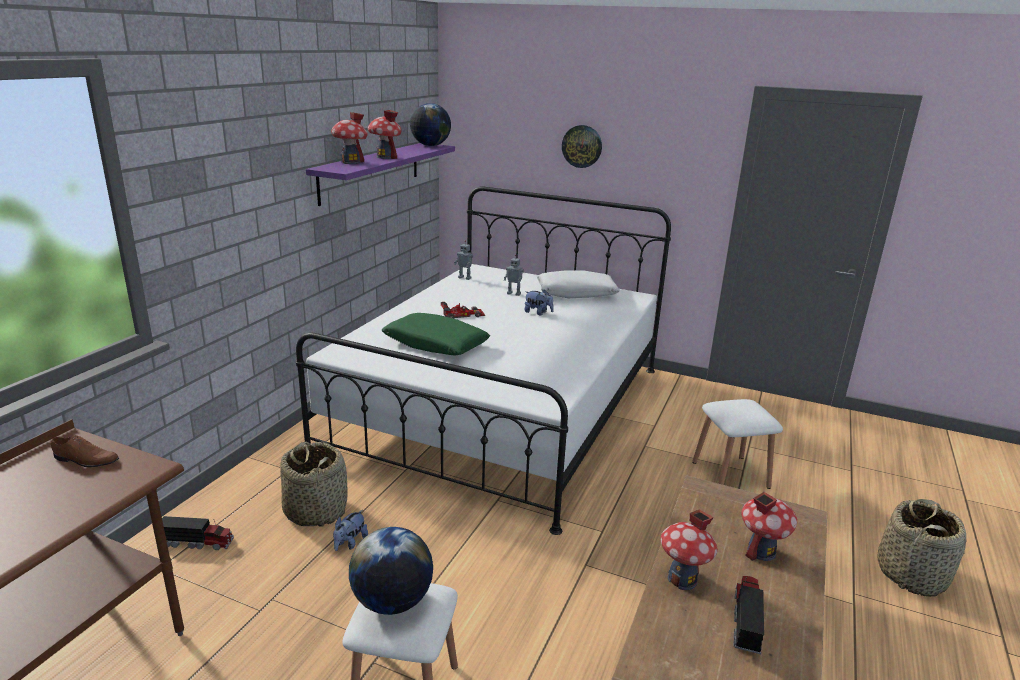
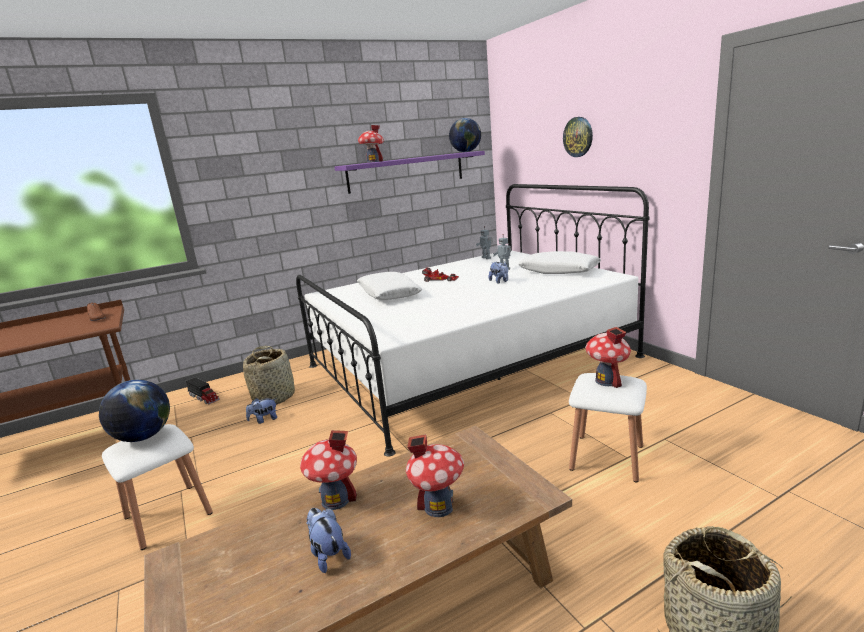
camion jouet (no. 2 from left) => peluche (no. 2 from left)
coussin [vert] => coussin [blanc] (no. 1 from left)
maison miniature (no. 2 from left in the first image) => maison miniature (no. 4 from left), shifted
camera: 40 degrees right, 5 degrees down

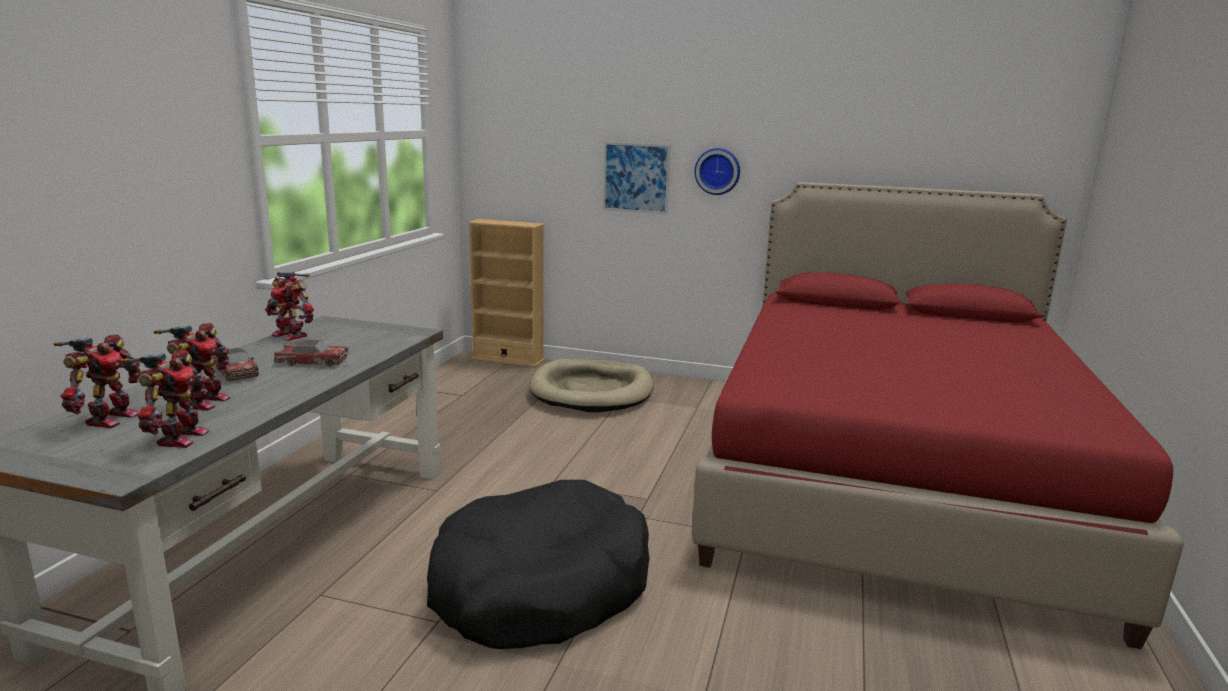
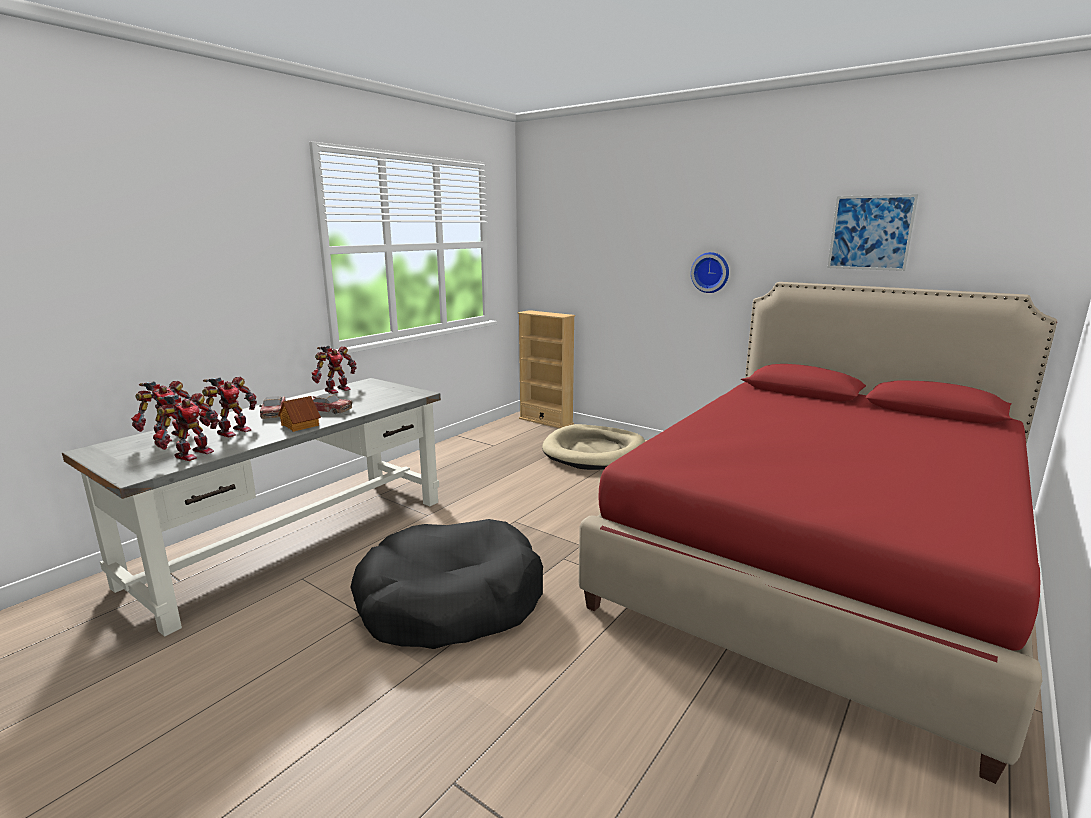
nothing => maison miniature
robot jouet (no. 4 from left), 105 degrees counterclockwise
tableau, shifted
camera: 20 degrees right, 0 degrees up

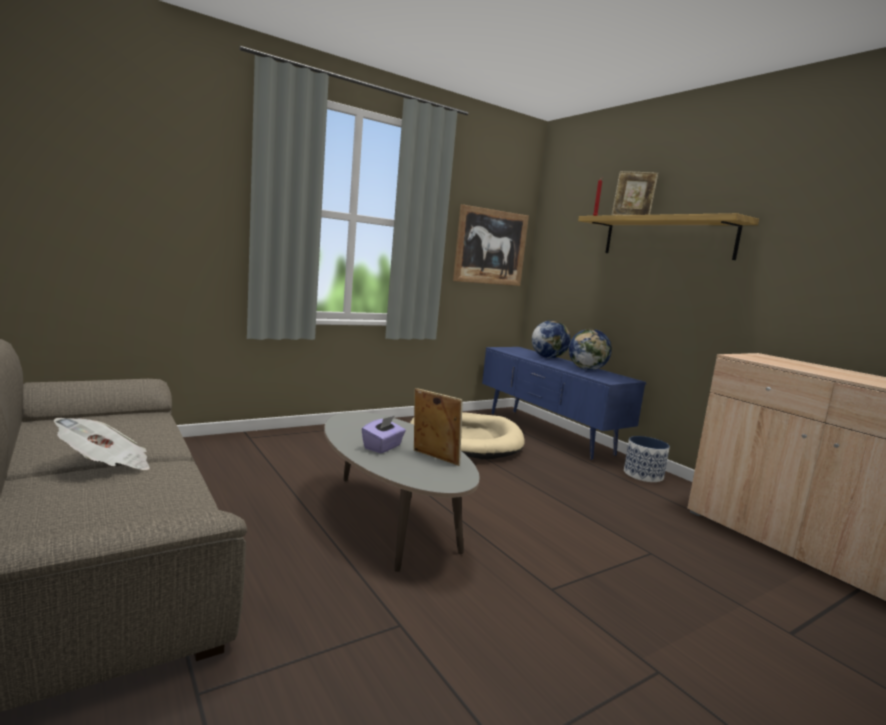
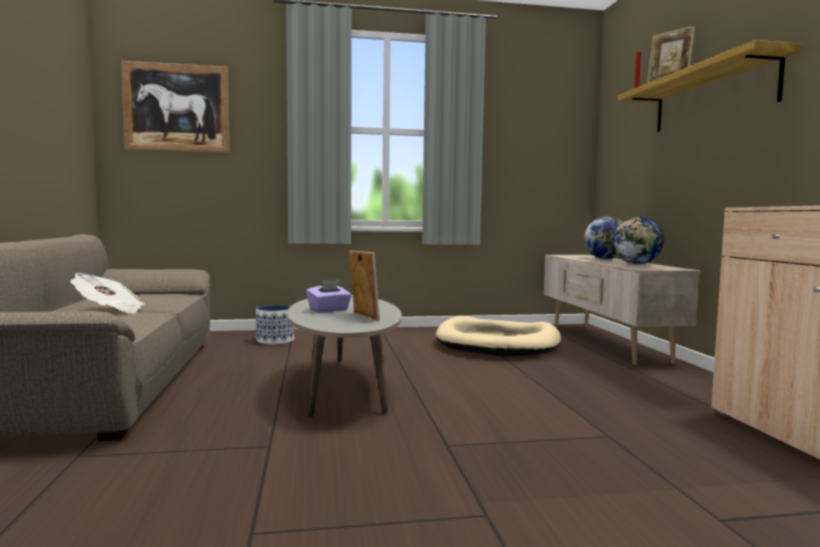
tableau, shifted
cache-pot, shifted
meuble télé [bleu] => meuble télé [beige]
camera: 25 degrees right, 5 degrees down

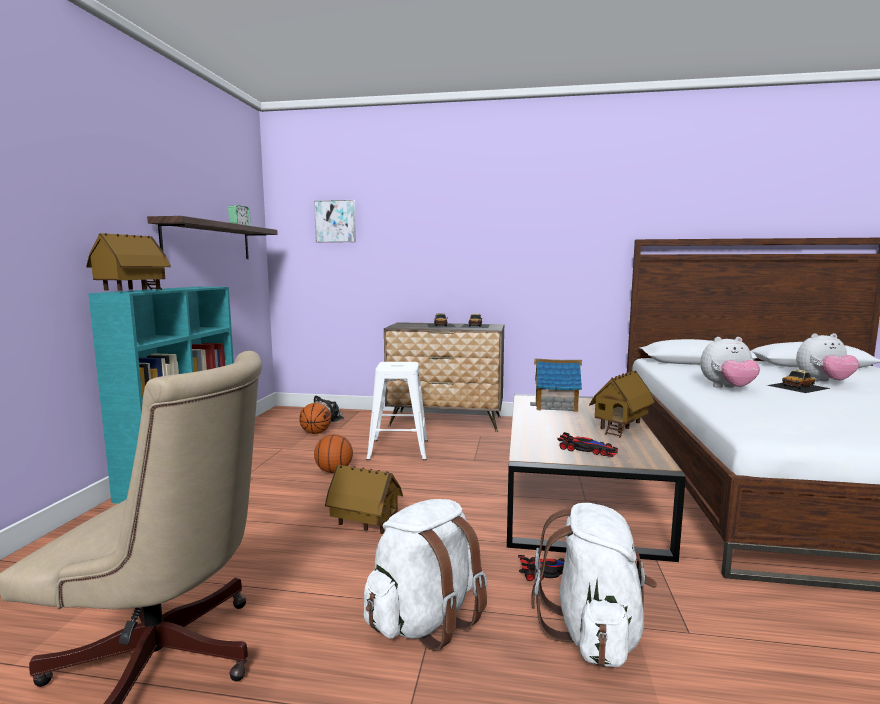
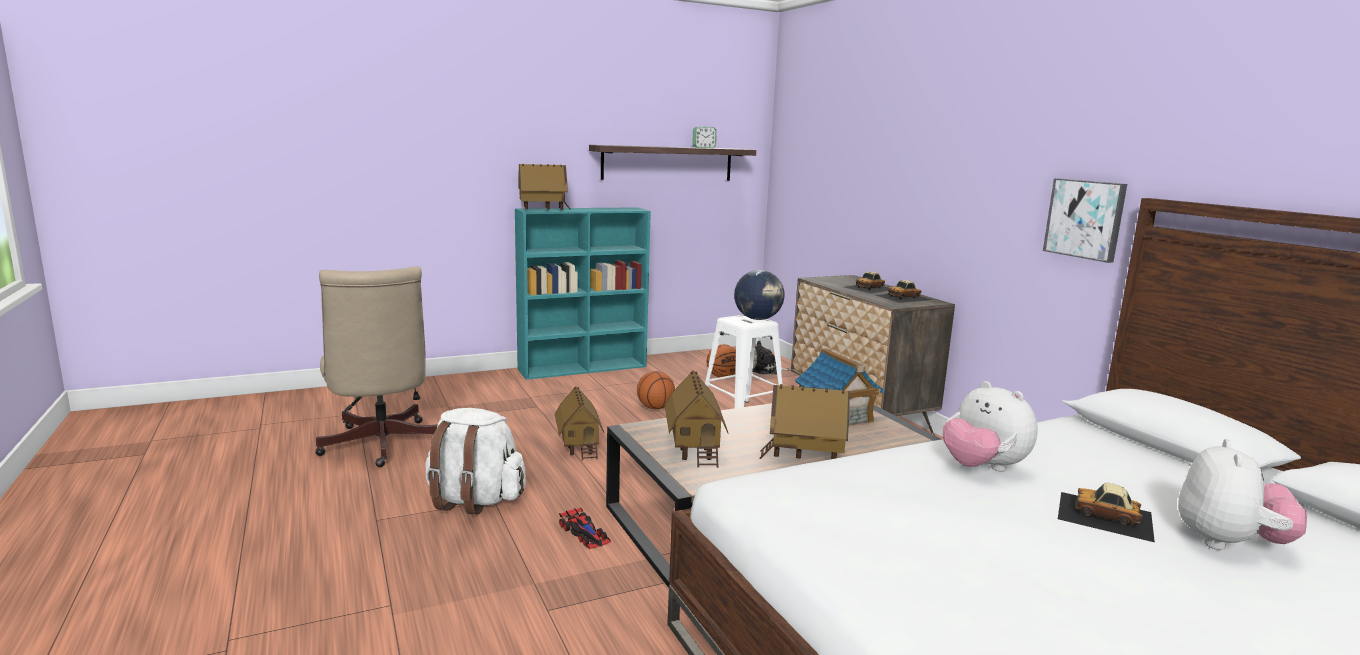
petite voiture (no. 4 from left) => maison miniature (no. 3 from left)
nothing => globe
tableau, shifted
peluche (no. 3 from left), 120 degrees counterclockwise
sac à dos [blanc] (no. 2 from left) => nothing
camera: 55 degrees right, 5 degrees up

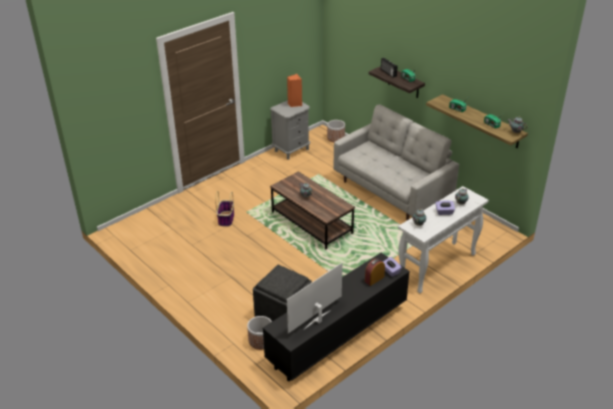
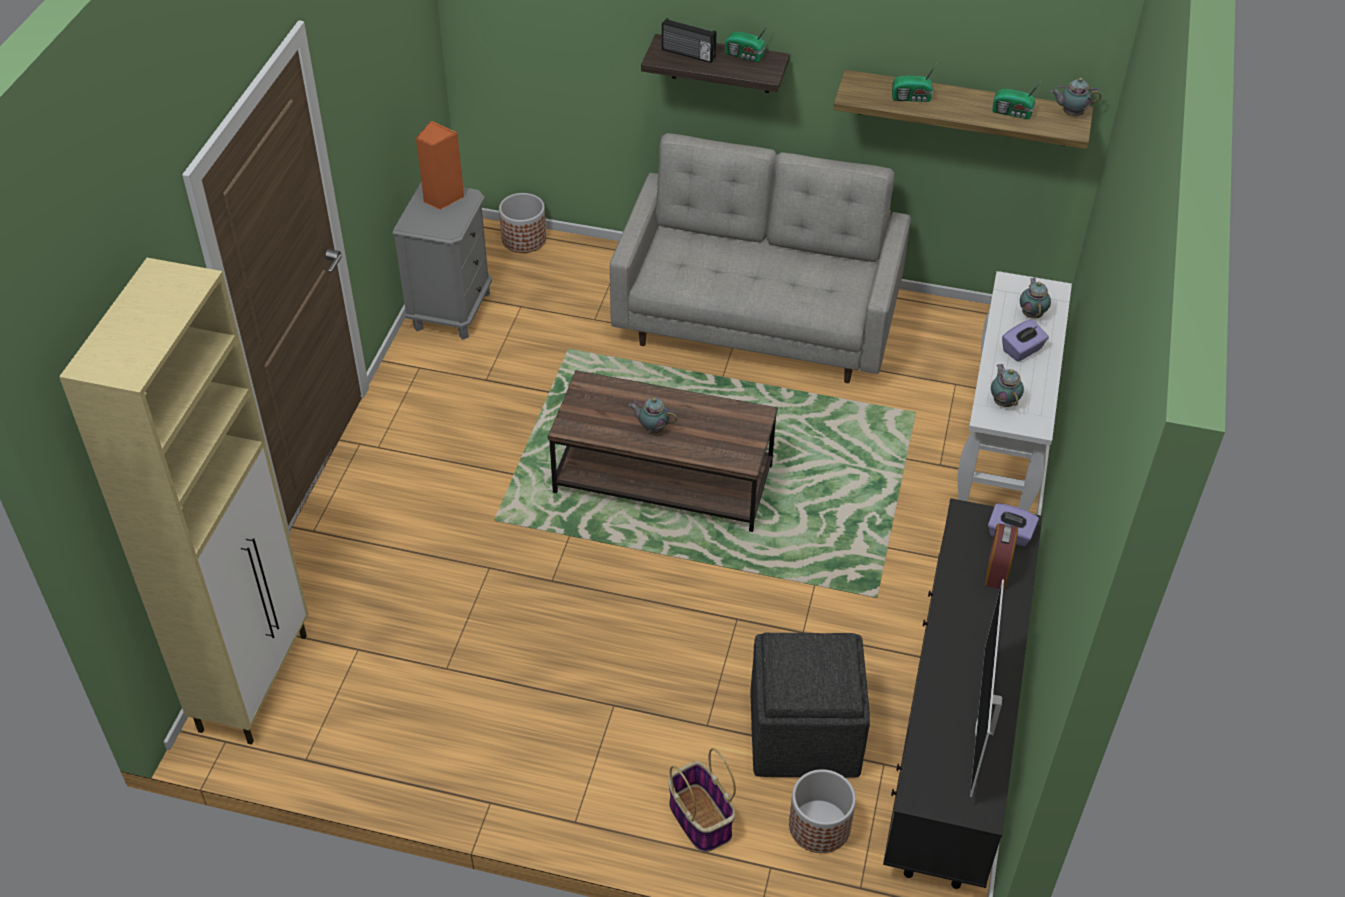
nothing => meuble de rangement [beige]
panier, shifted
camera: 35 degrees left, 10 degrees up

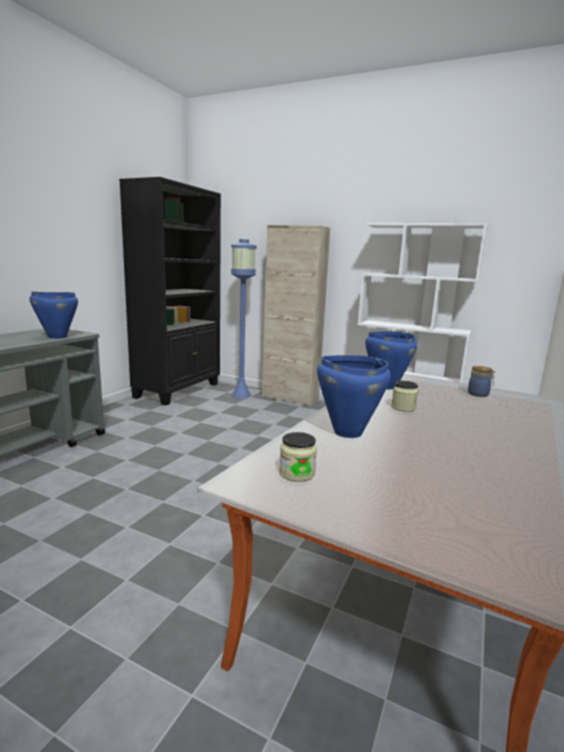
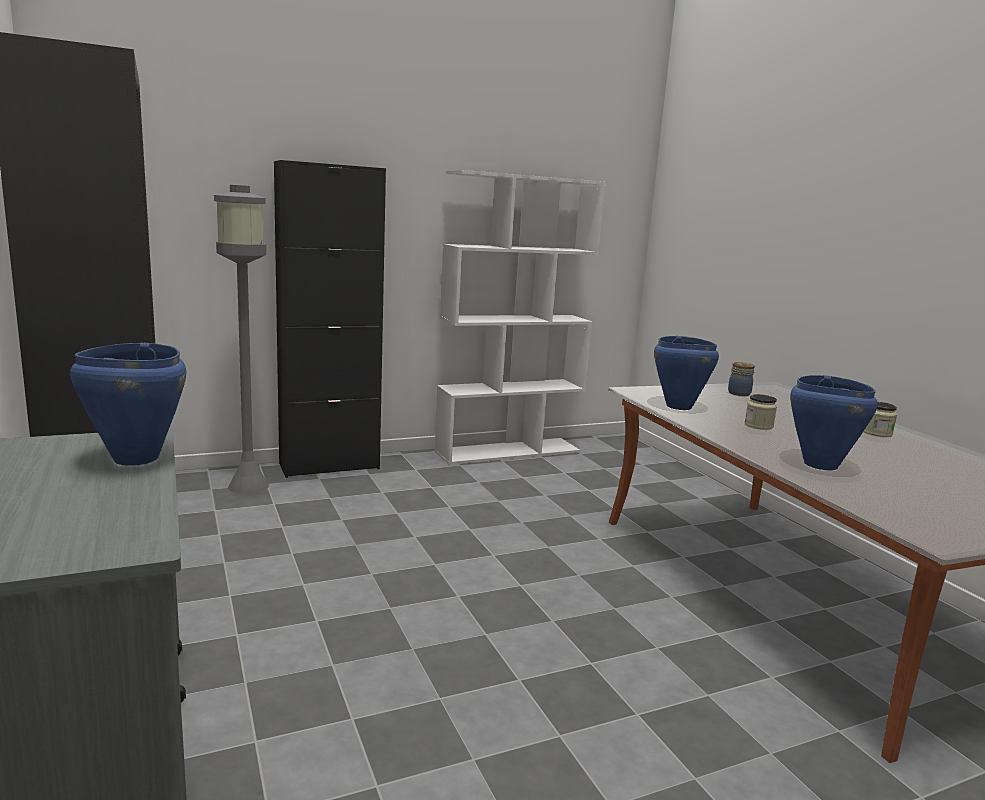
lampadaire [bleu] => lampadaire [gris]
meuble de rangement [beige] => meuble de rangement [noir]
bocal (no. 1 from left in the first image) => bocal (no. 3 from left), shifted
camera: 50 degrees left, 0 degrees up

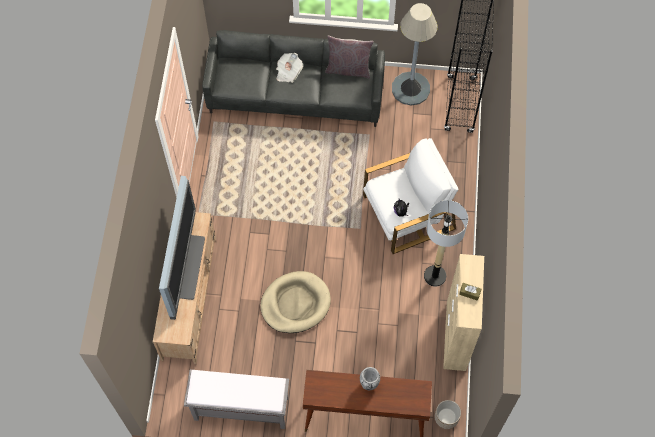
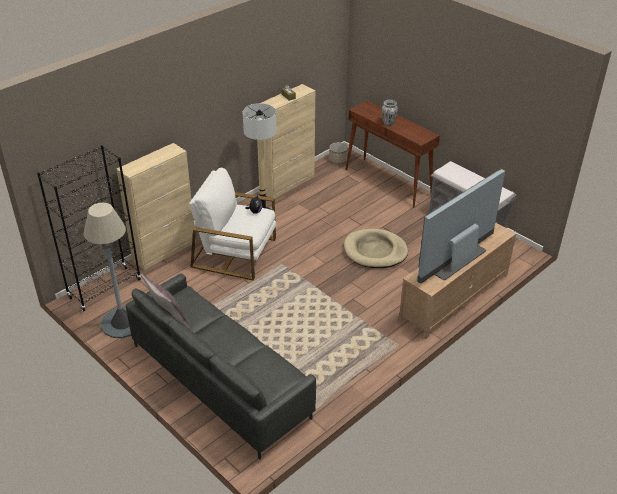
nothing => meuble de rangement [beige] (no. 1 from left)
journal => nothing
camera: 140 degrees left, 25 degrees down

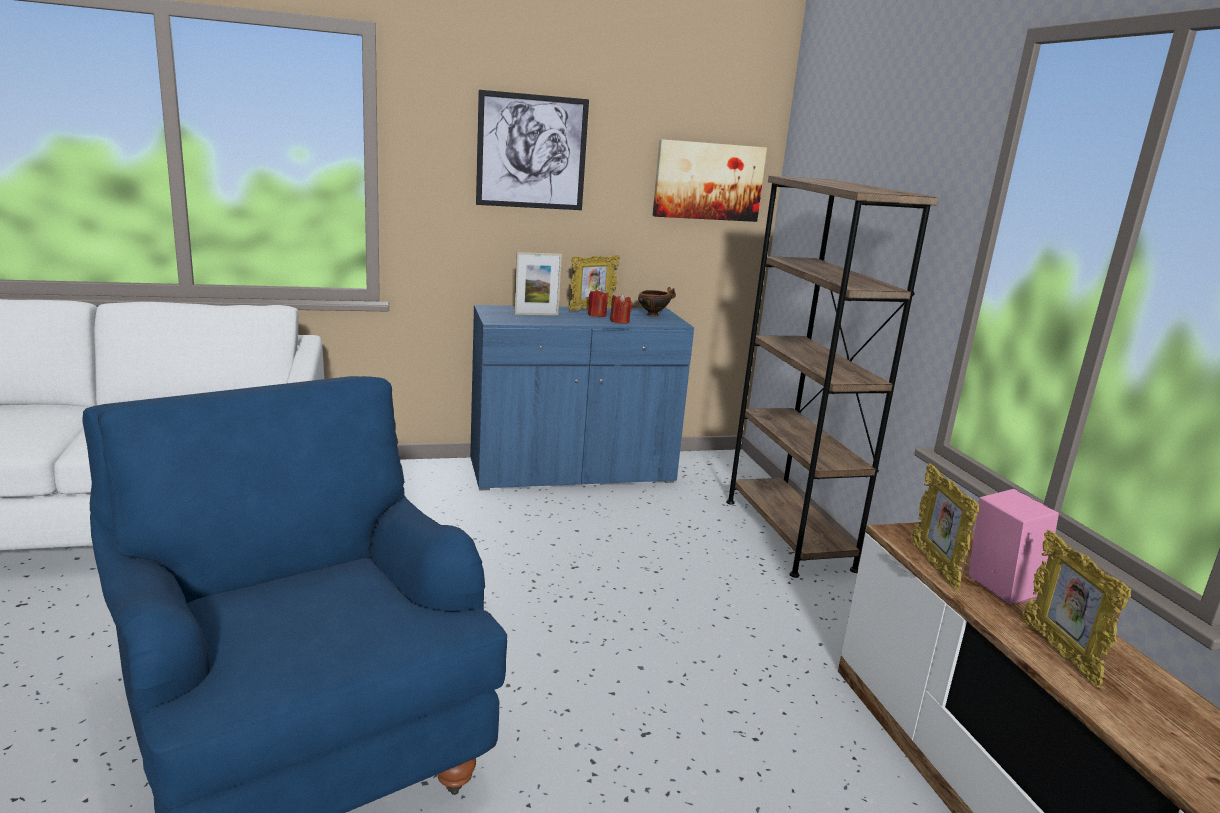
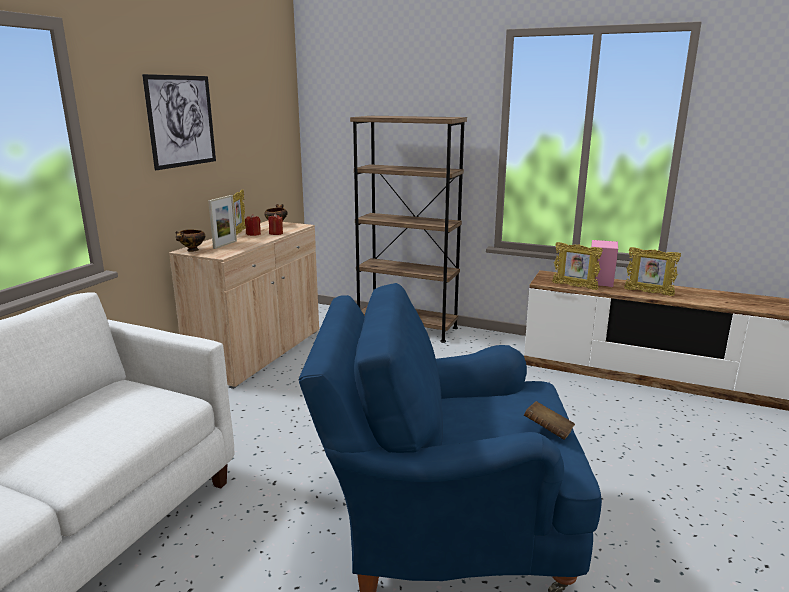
meuble de rangement [bleu] => meuble de rangement [beige]
nothing => bol (no. 1 from left)
nothing => livre [marron]
tableau (no. 2 from left) => nothing
camera: 50 degrees left, 0 degrees up

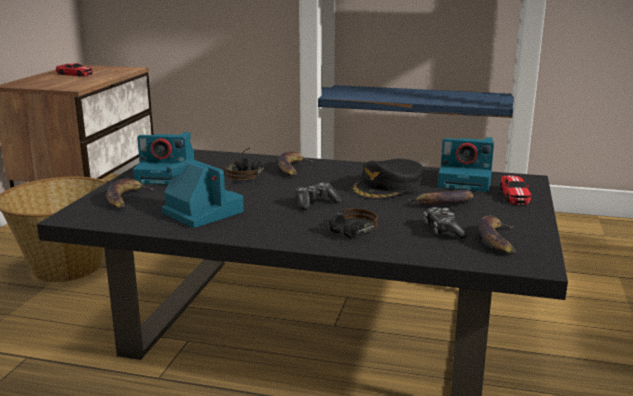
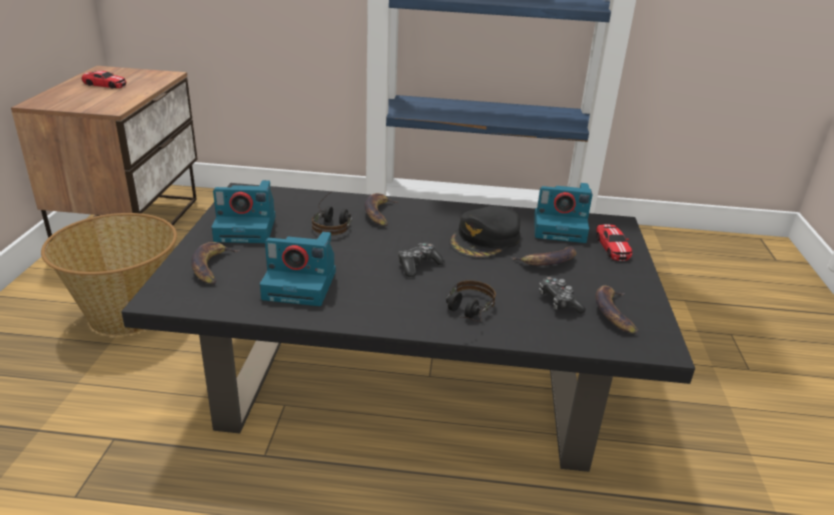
appareil photo (no. 2 from left), 150 degrees clockwise
camera: 10 degrees left, 10 degrees up

